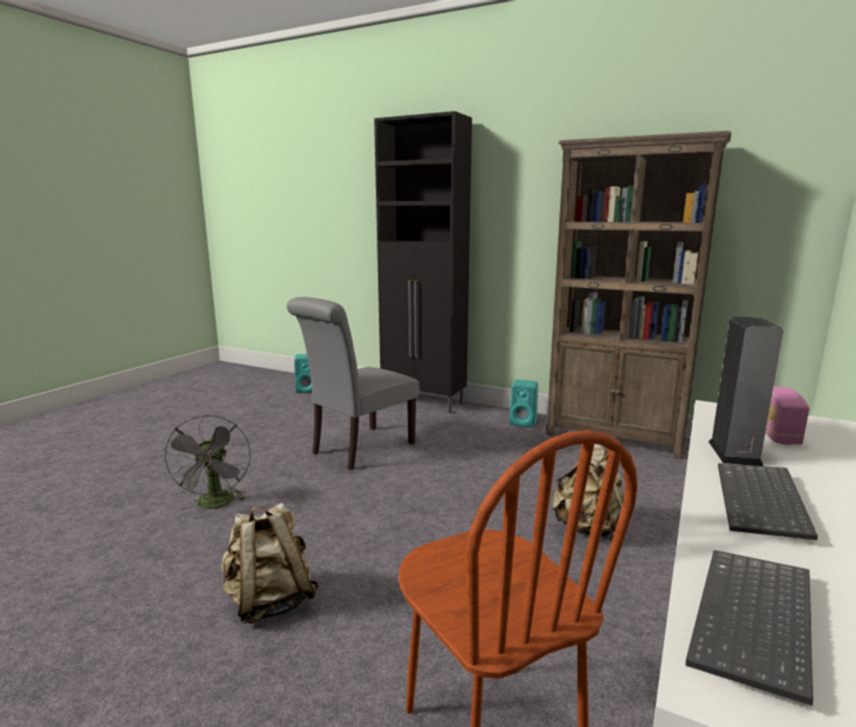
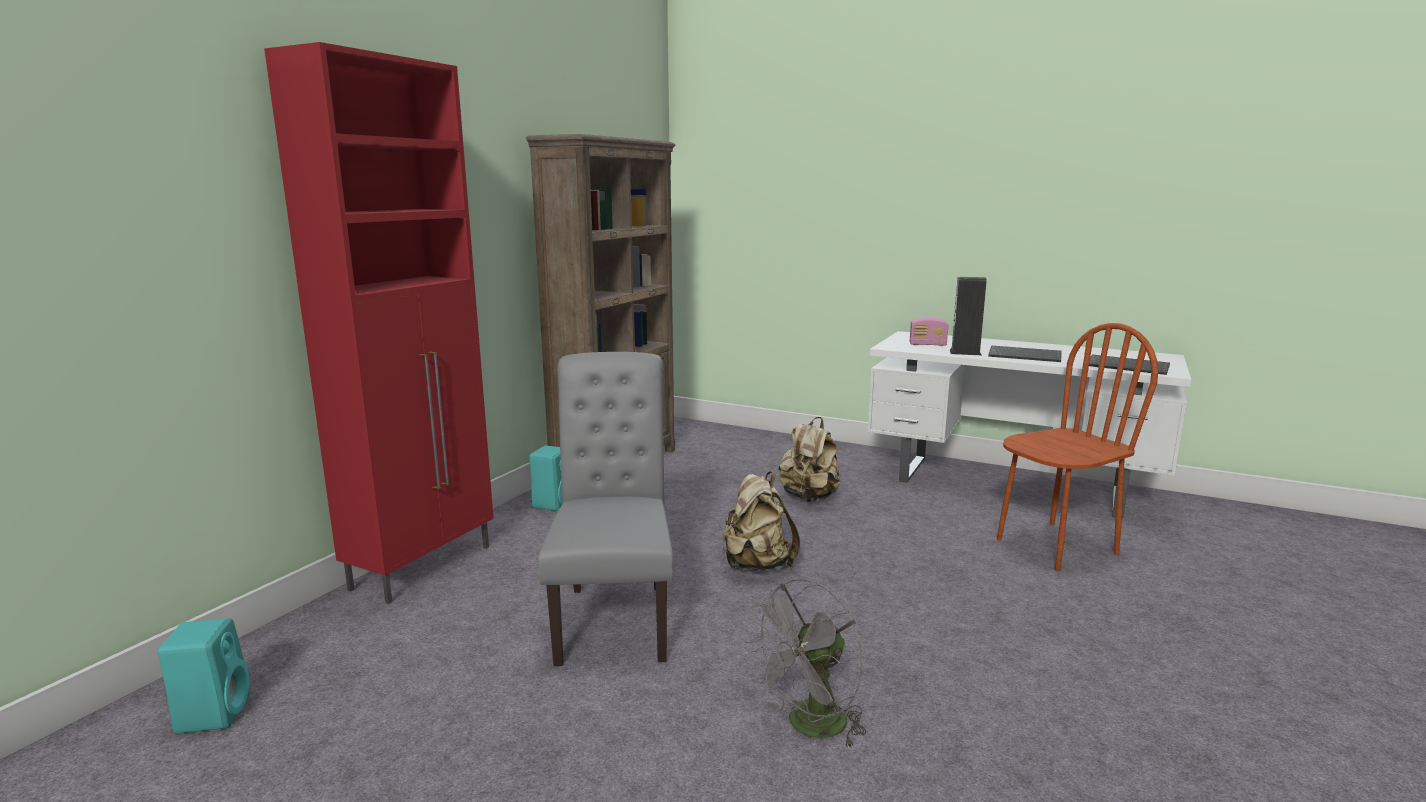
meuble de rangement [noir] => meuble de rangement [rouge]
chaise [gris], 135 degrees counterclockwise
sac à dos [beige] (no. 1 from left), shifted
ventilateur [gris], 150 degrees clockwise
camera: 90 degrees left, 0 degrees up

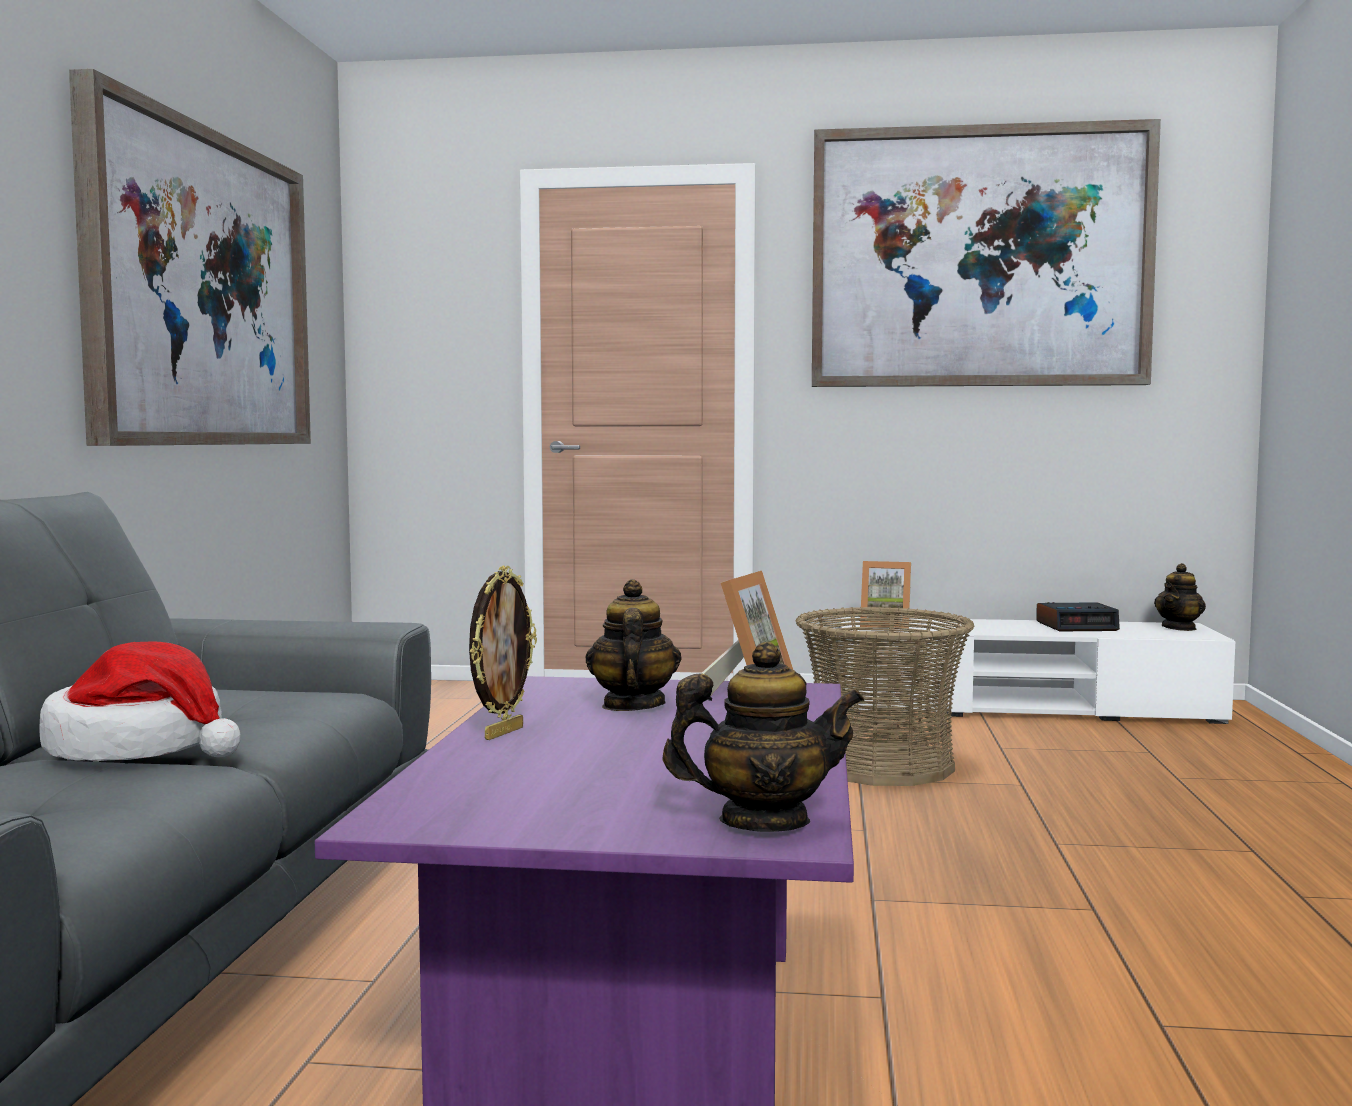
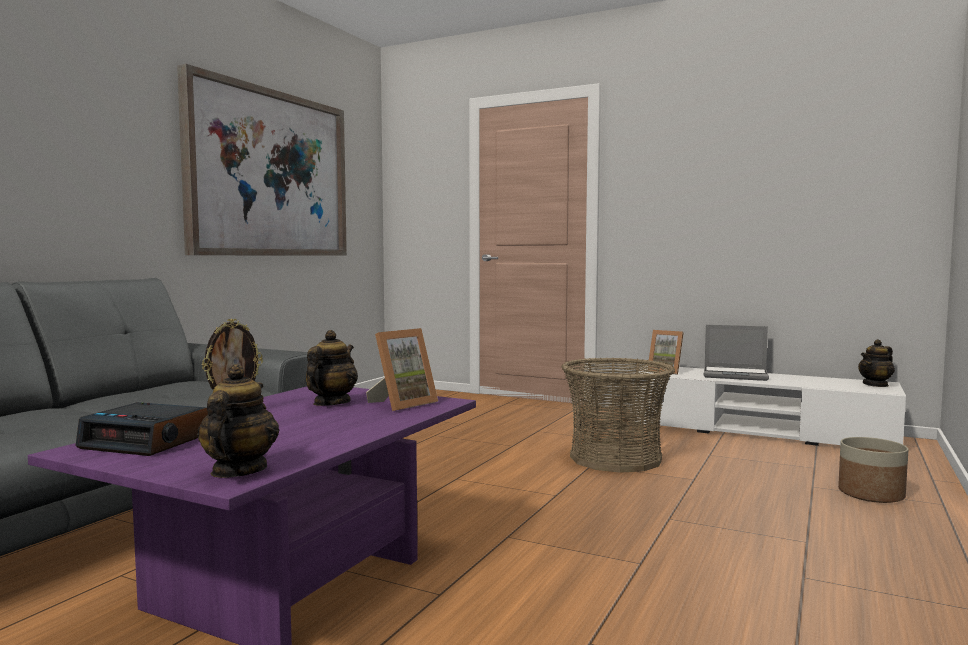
réveil, shifted
théière (no. 2 from left in the first image) => théière (no. 1 from left), 105 degrees counterclockwise
nothing => ordinateur portable
nothing => cache-pot
chapeau => nothing
tableau (no. 2 from left) => nothing
camera: 20 degrees right, 0 degrees up

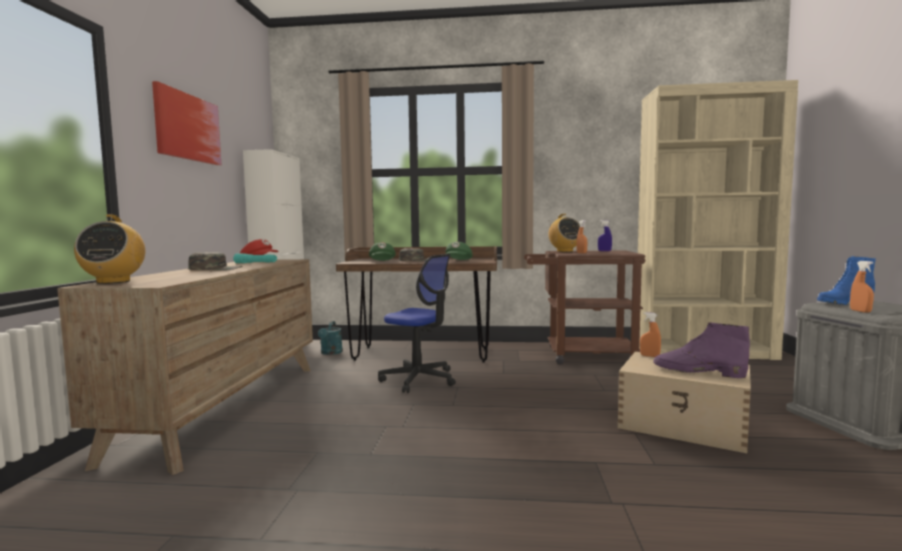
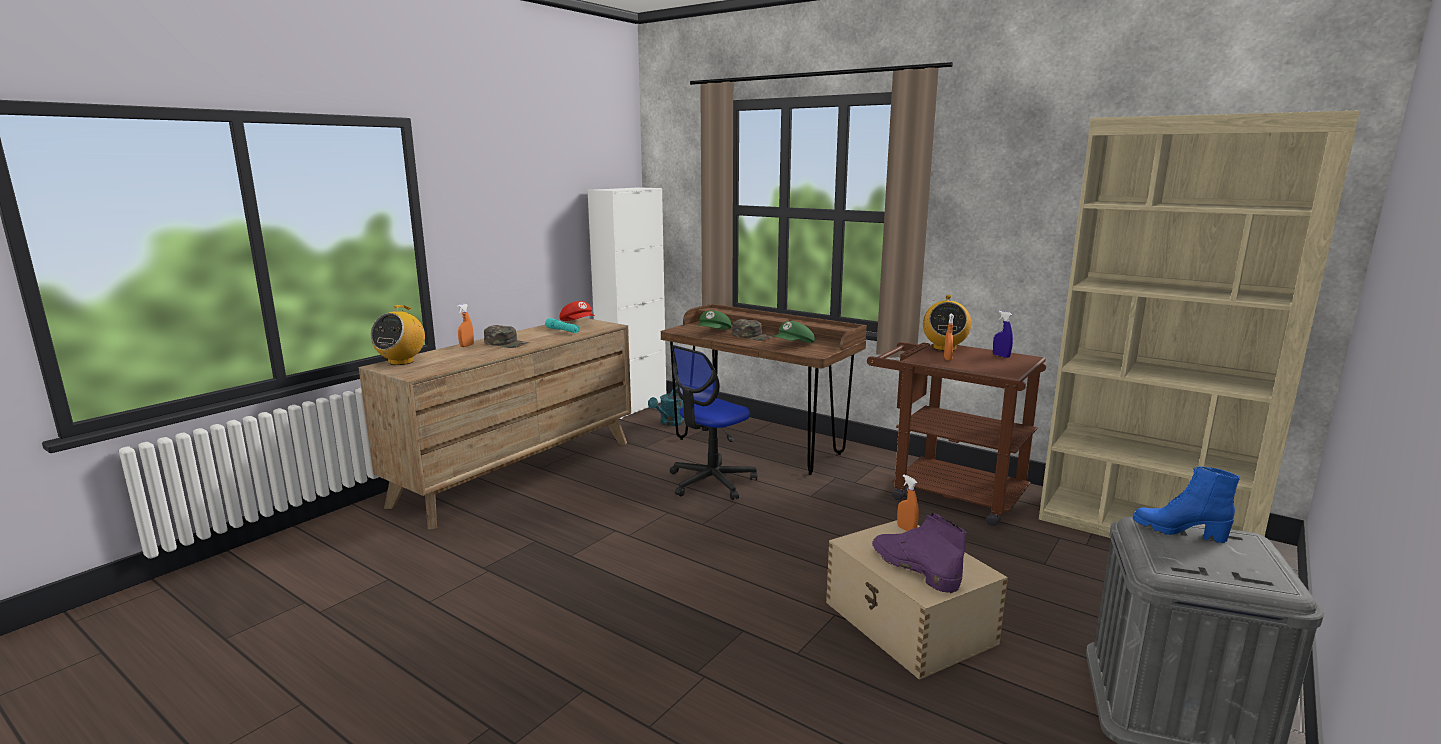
vaporisateur [orange] (no. 3 from left in the first image) => vaporisateur [orange] (no. 1 from left), shifted
chaise de bureau, 75 degrees clockwise
tableau => nothing
camera: 30 degrees right, 10 degrees up

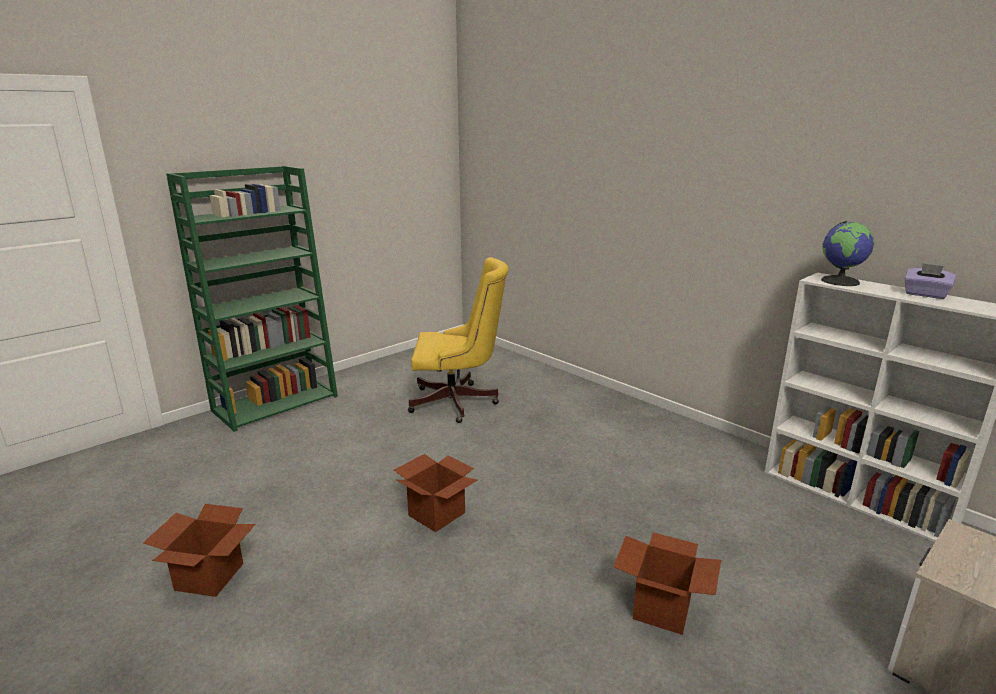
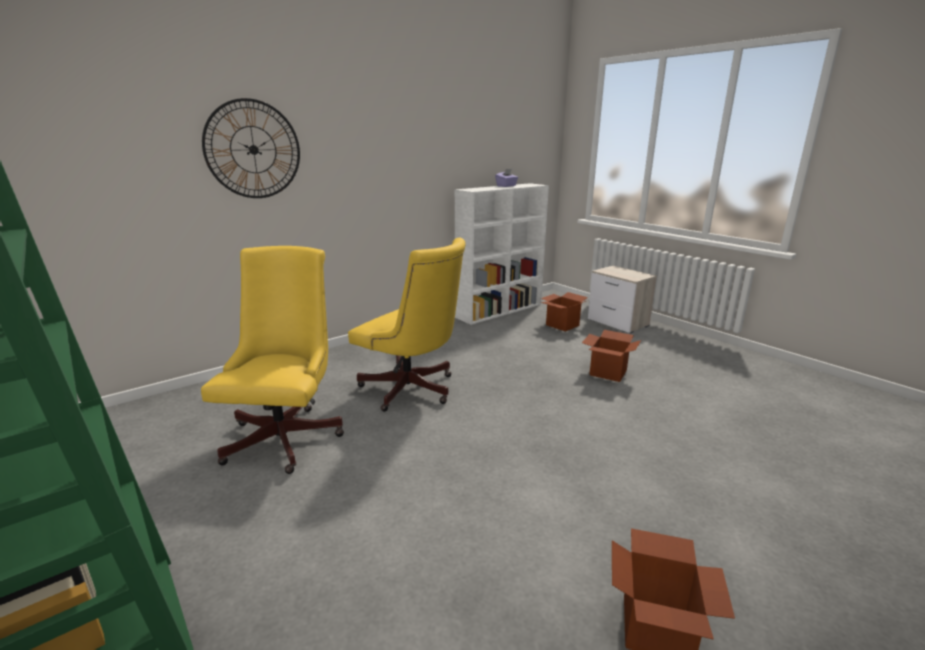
nothing => horloge murale
nothing => chaise de bureau [jaune] (no. 2 from left)
carton (no. 2 from left in the first image) => carton (no. 1 from left), shifted
globe => nothing
camera: 85 degrees left, 0 degrees up

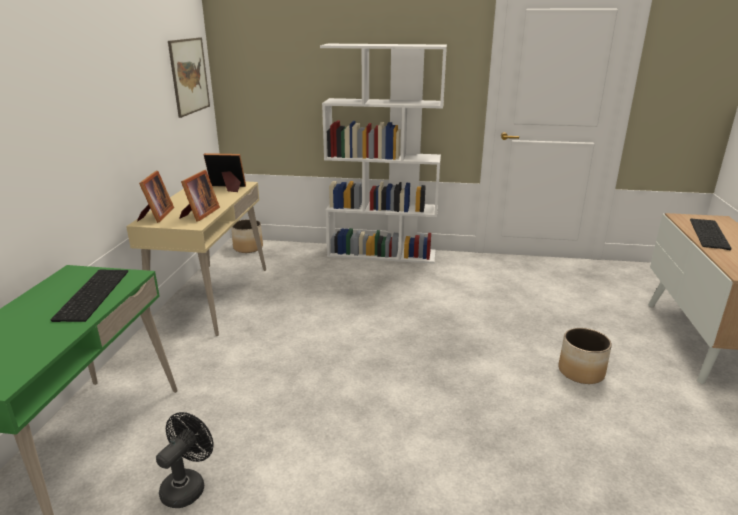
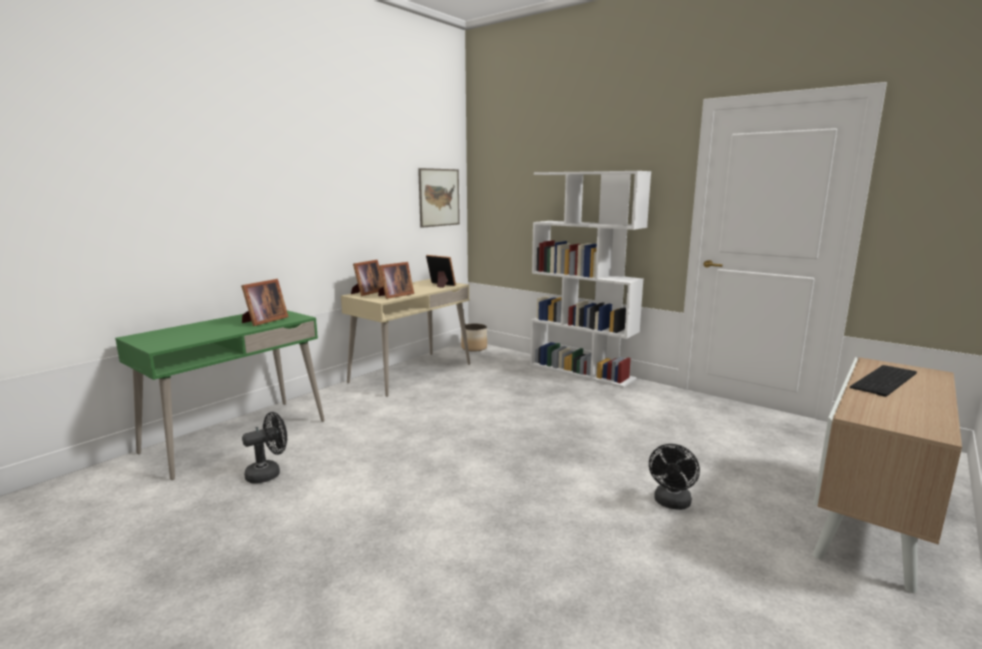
clavier (no. 1 from left) => cadre photo (no. 1 from left)
cache-pot (no. 2 from left) => ventilateur [noir] (no. 2 from left)
camera: 30 degrees right, 10 degrees down

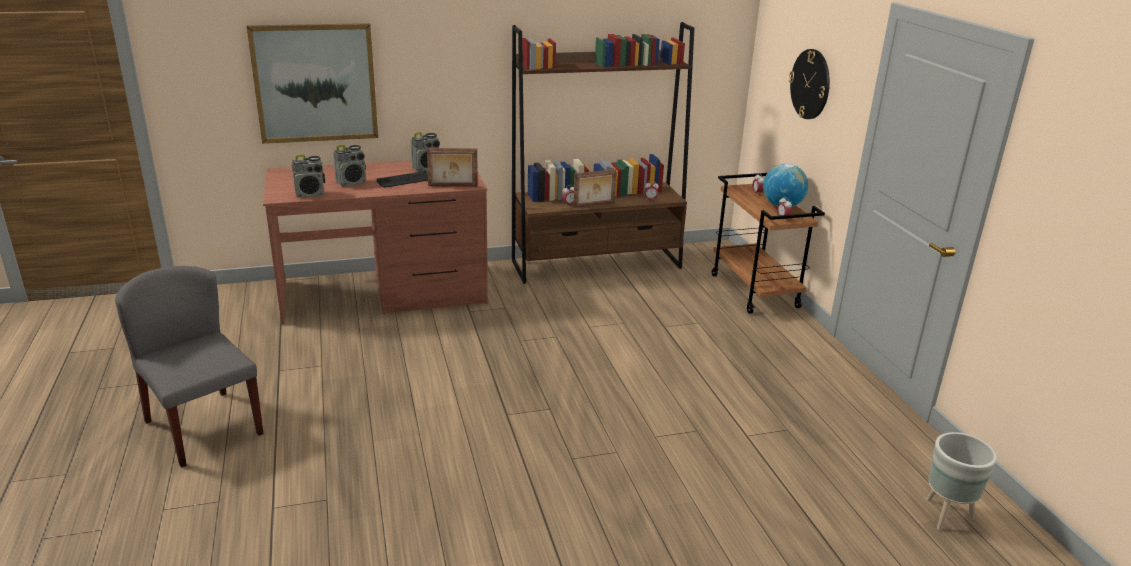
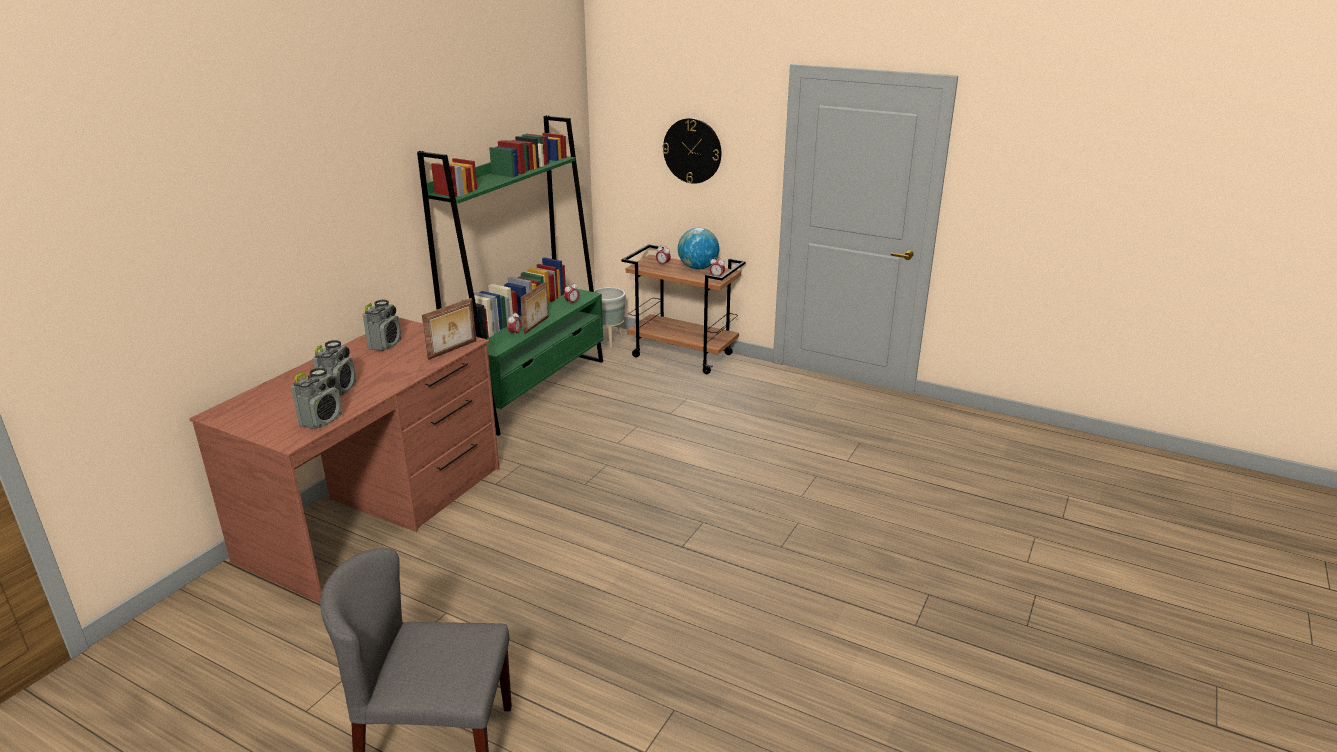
bibliothèque [marron] => bibliothèque [vert]
cache-pot [gris], shifted
tableau => nothing
clavier => nothing
camera: 45 degrees left, 0 degrees up

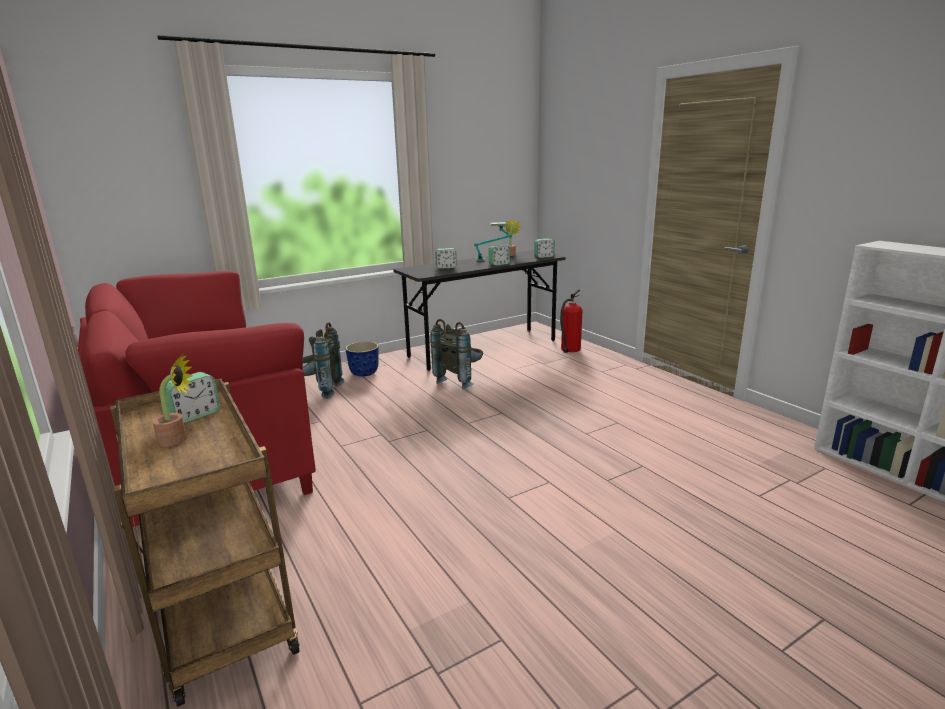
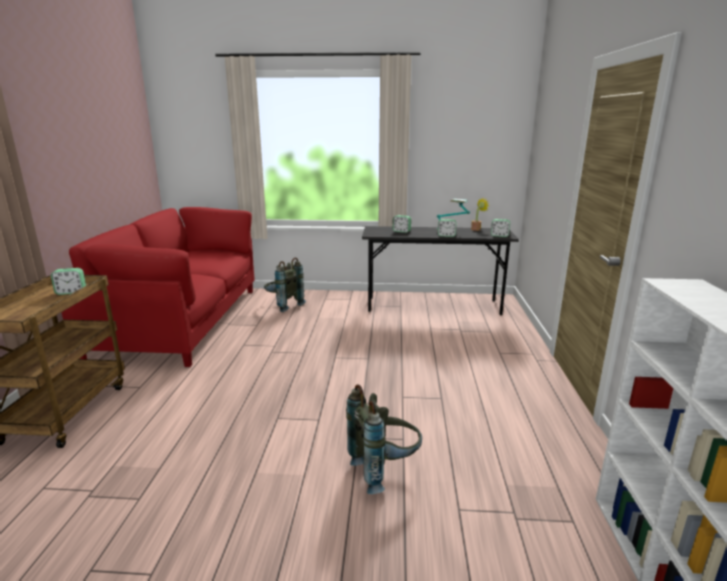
sac à dos [gris] (no. 2 from left), shifted
plante en pot (no. 1 from left) => nothing
cache-pot => nothing
extincteur => nothing
camera: 35 degrees right, 0 degrees up

